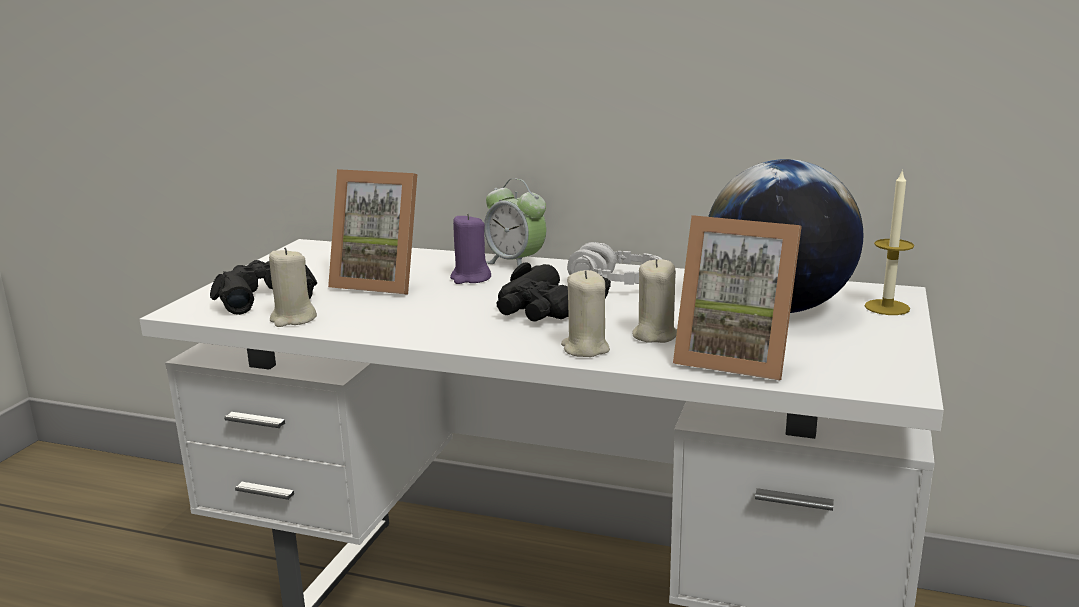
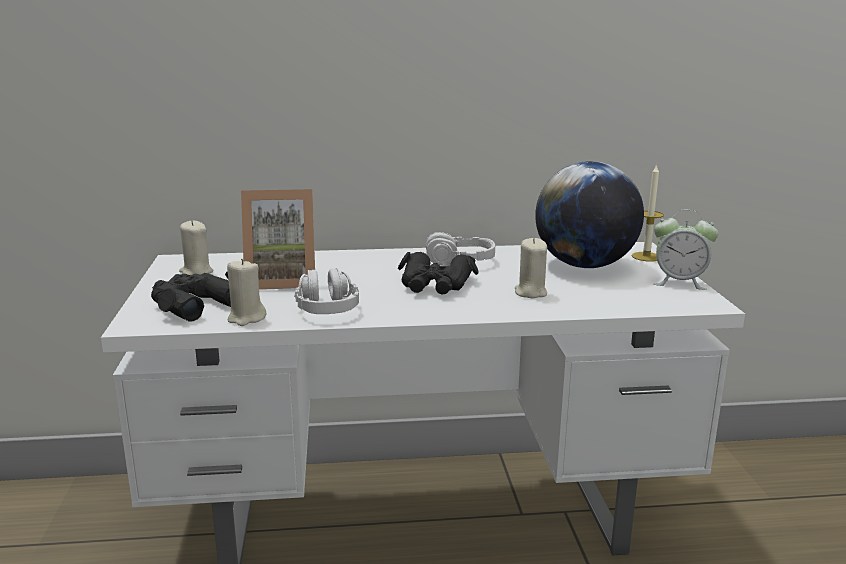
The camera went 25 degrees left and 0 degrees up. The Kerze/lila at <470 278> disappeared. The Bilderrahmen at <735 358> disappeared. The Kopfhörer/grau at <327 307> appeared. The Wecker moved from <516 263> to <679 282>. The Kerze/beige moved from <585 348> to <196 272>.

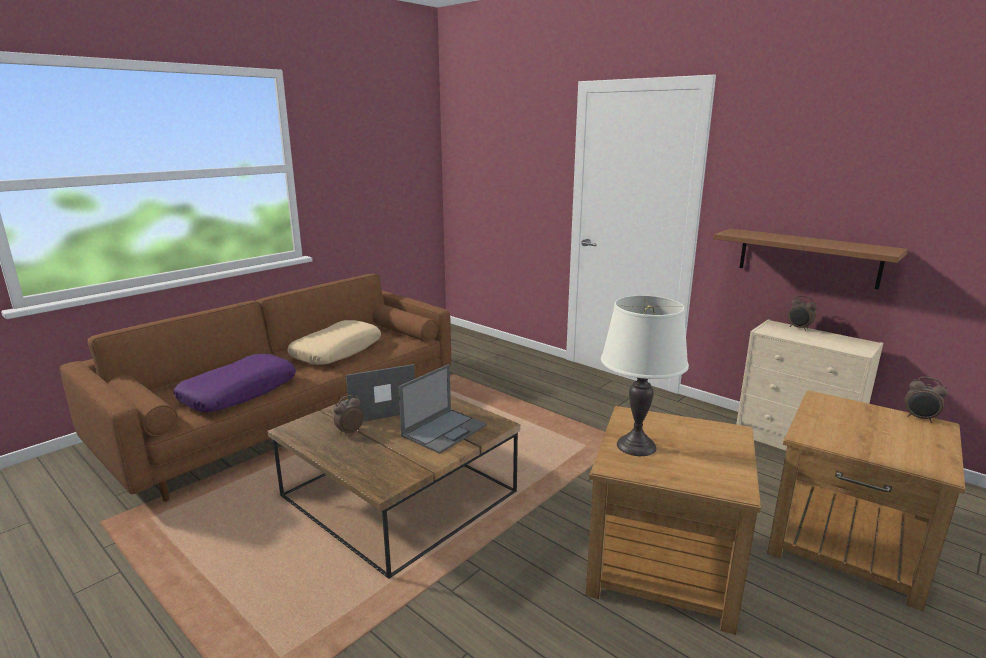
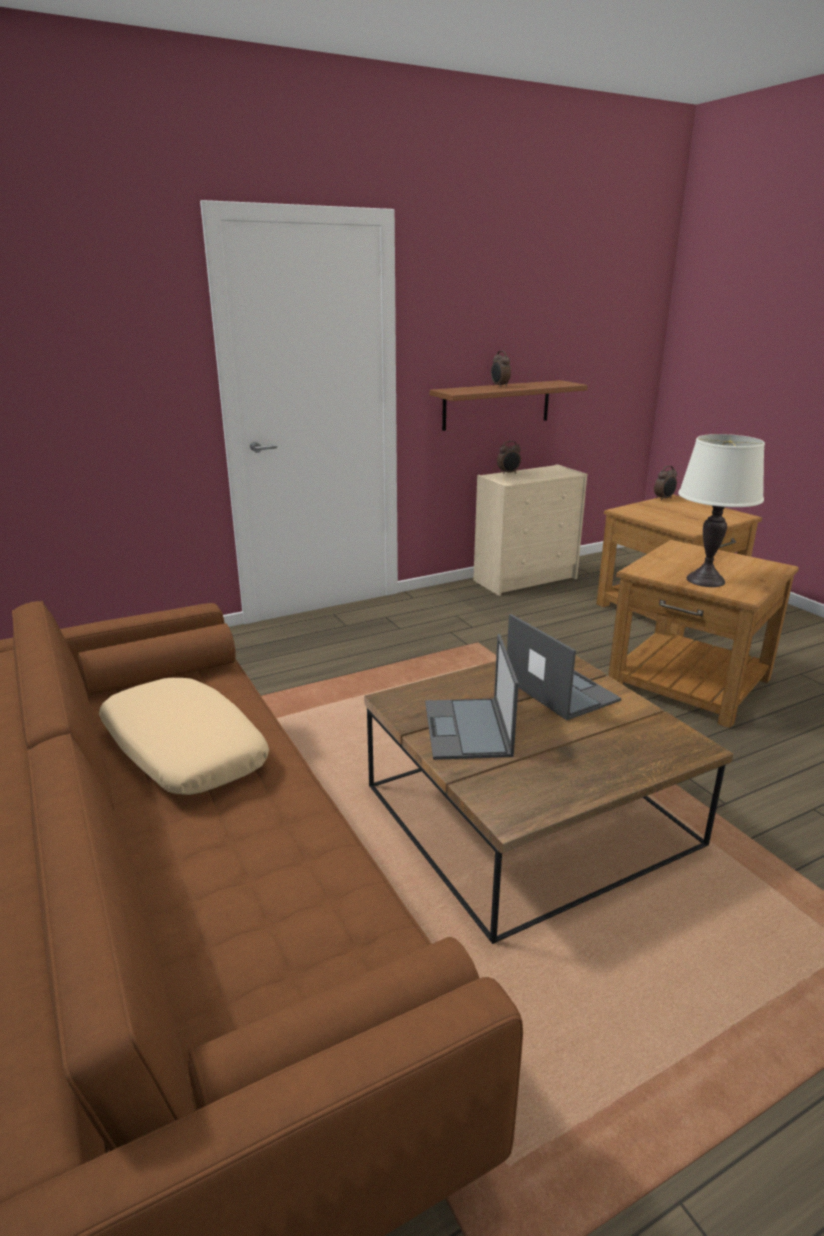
The camera went 70 degrees left and 5 degrees up. The Kissen/lila at <239 392> disappeared. The Wecker moved from <349 432> to <499 386>.

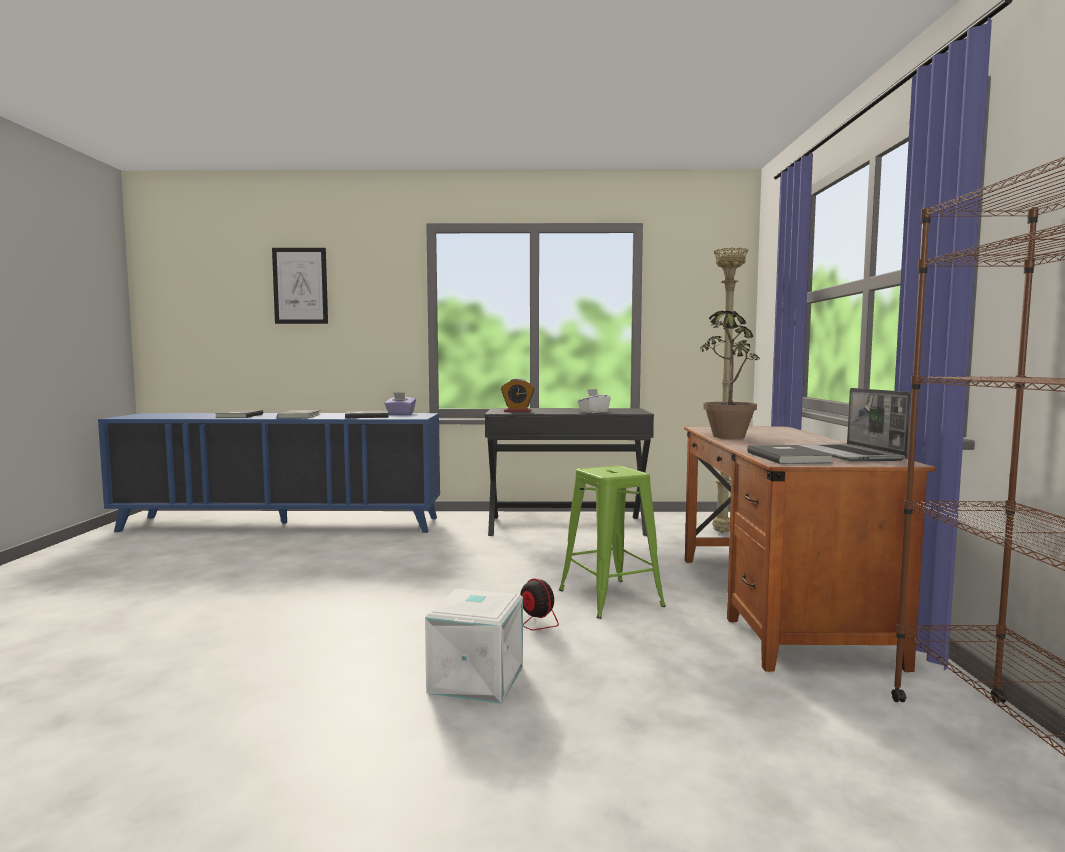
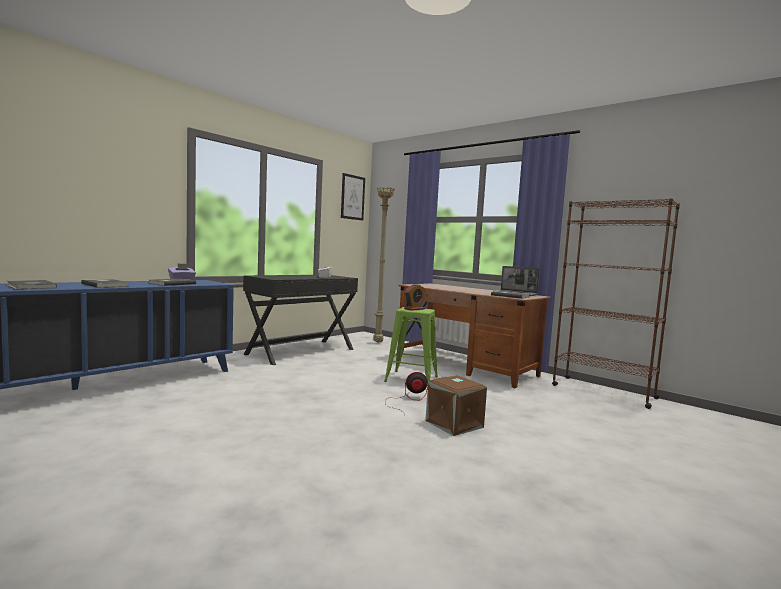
The camera went 50 degrees left and 0 degrees up. The Topfpflanze at <726 435> disappeared. The Bild moved from <300 286> to <352 197>. The Wecker moved from <517 411> to <414 309>. The Aufbewahrungsbox/weiß at <475 679> became the Aufbewahrungsbox/braun at <453 424>.

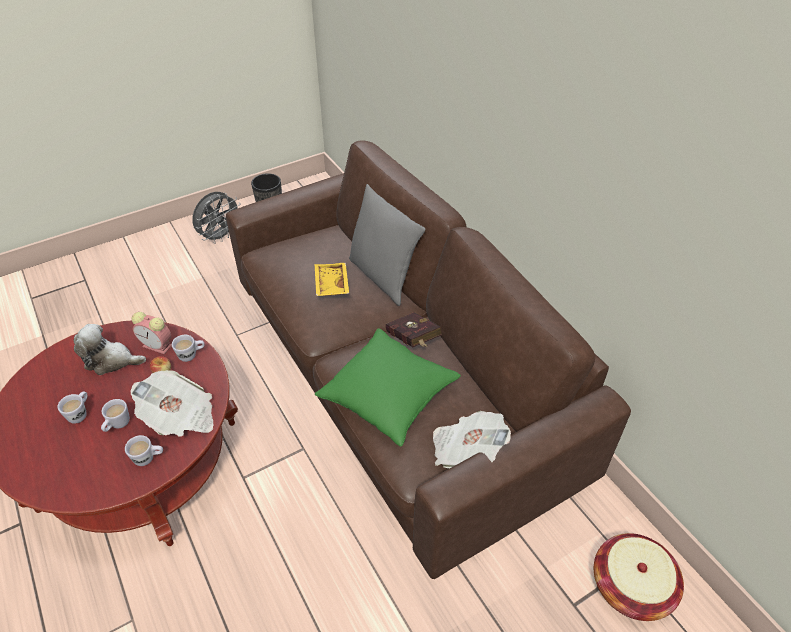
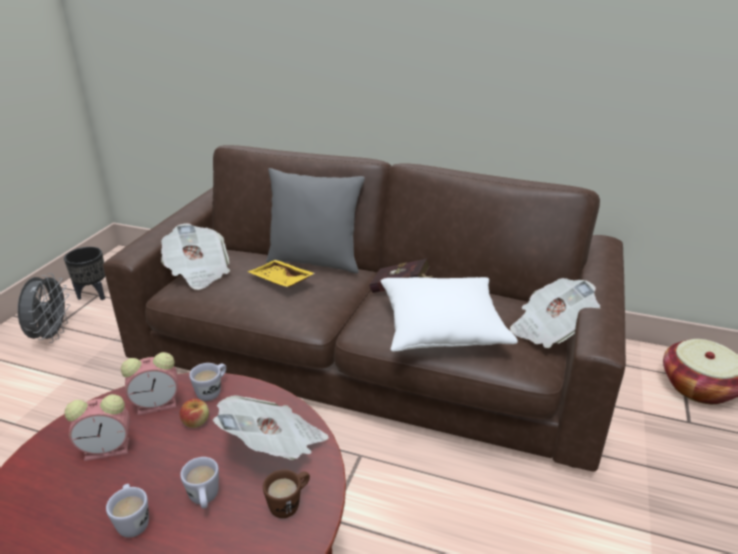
The camera went 40 degrees left and 15 degrees down. The Zeitung at <198 272> appeared. The Plüschtier at <111 360> was replaced by the Wecker at <109 448>. The Henkelbecher/weiß at <149 458> became the Henkelbecher/braun at <290 504>. The Kissen/grün at <388 395> became the Kissen/weiß at <442 327>.

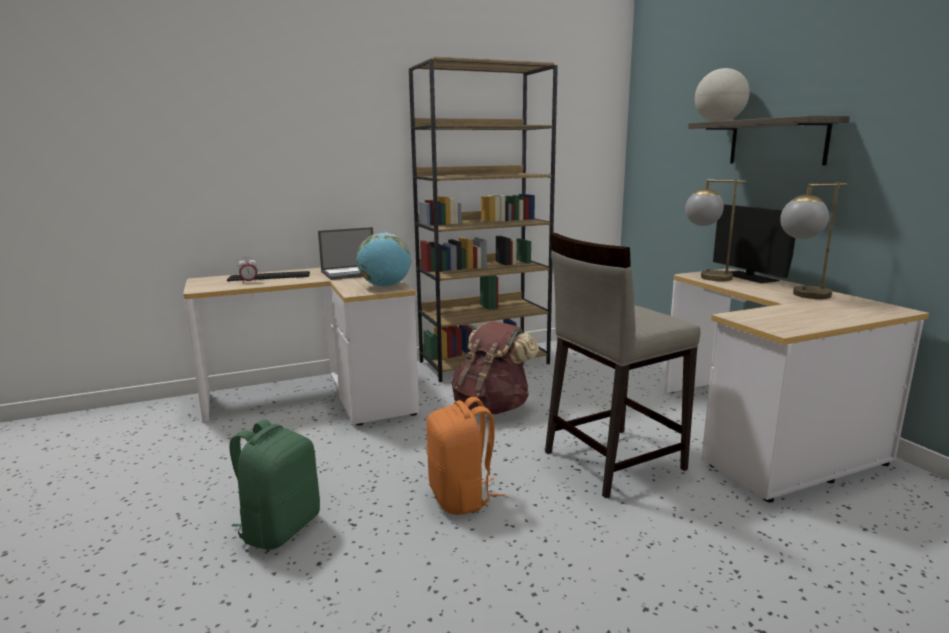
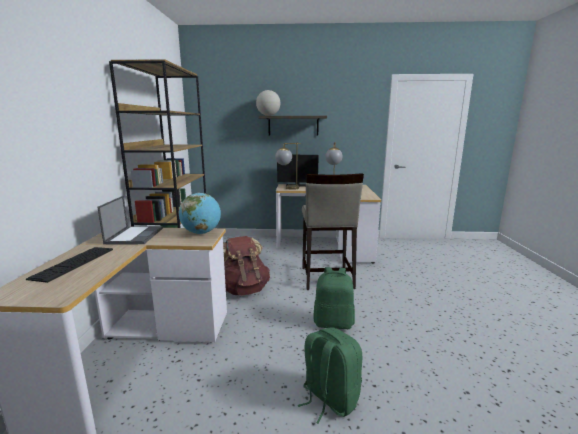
The camera went 65 degrees left and 0 degrees up. The Wecker at <249 282> disappeared. The Rucksack/orange at <461 497> became the Rucksack/grün at <333 323>.

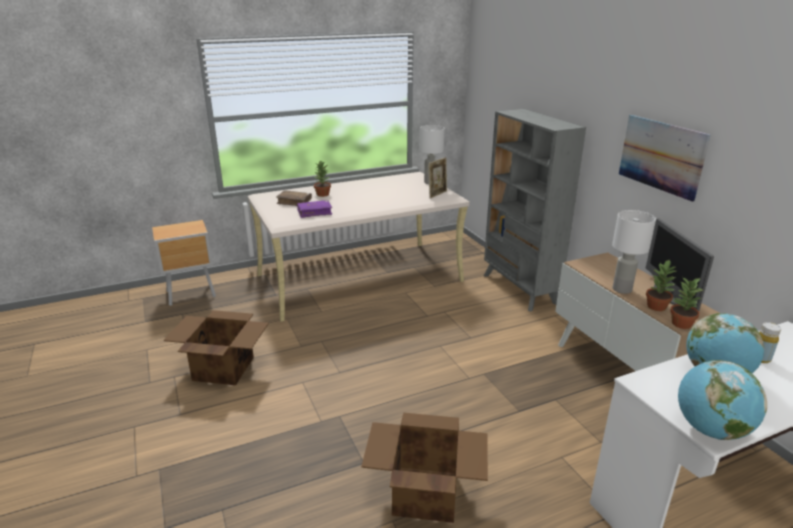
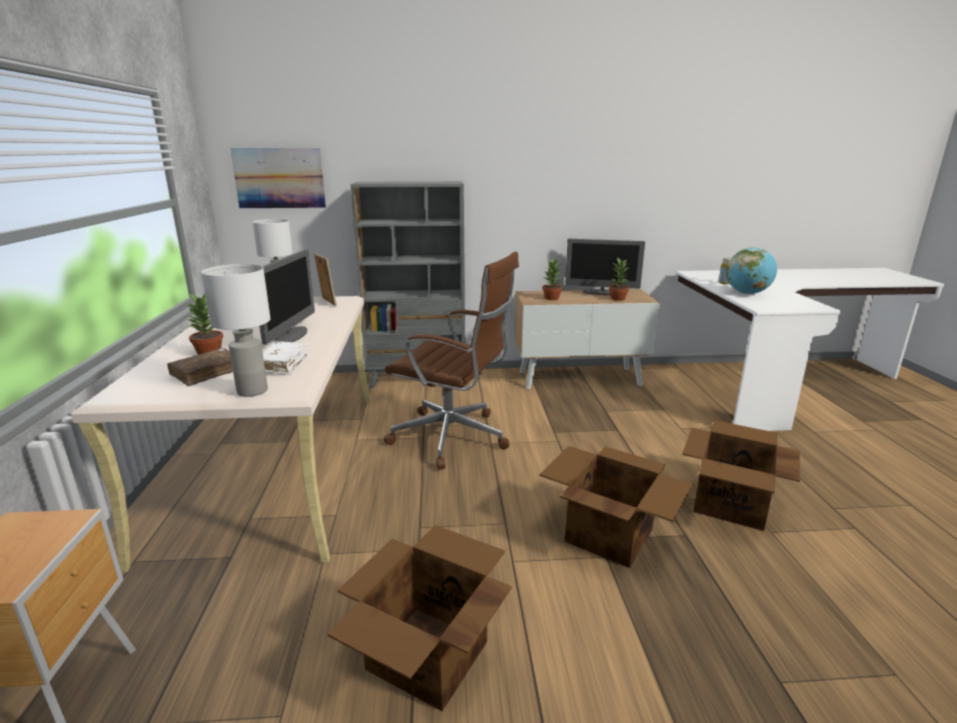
The camera went 70 degrees left and 5 degrees down. The Globus at <710 430> disappeared. The Monitor at <291 336> appeared. The Bürostuhl/braun at <453 438> appeared. The Karton at <608 534> appeared. The Tischlampe/weiß moved from <621 289> to <252 391>. The Bild moved from <661 156> to <279 178>. The Topfpflanze moved from <680 324> to <551 298>. The Buch/lila at <314 212> became the Buch/weiß at <281 364>.

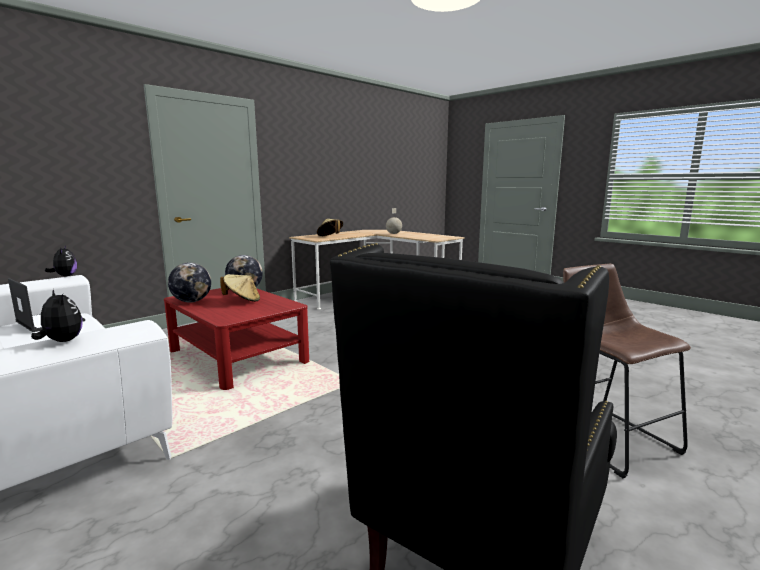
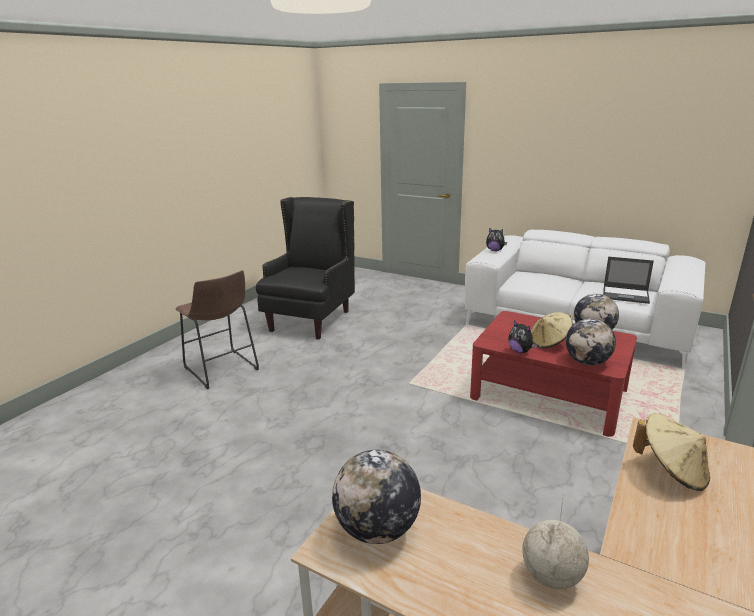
The camera went 165 degrees right and 10 degrees up. The Globus at <377 529> appeared. The Plüschtier moved from <65 276> to <520 351>.

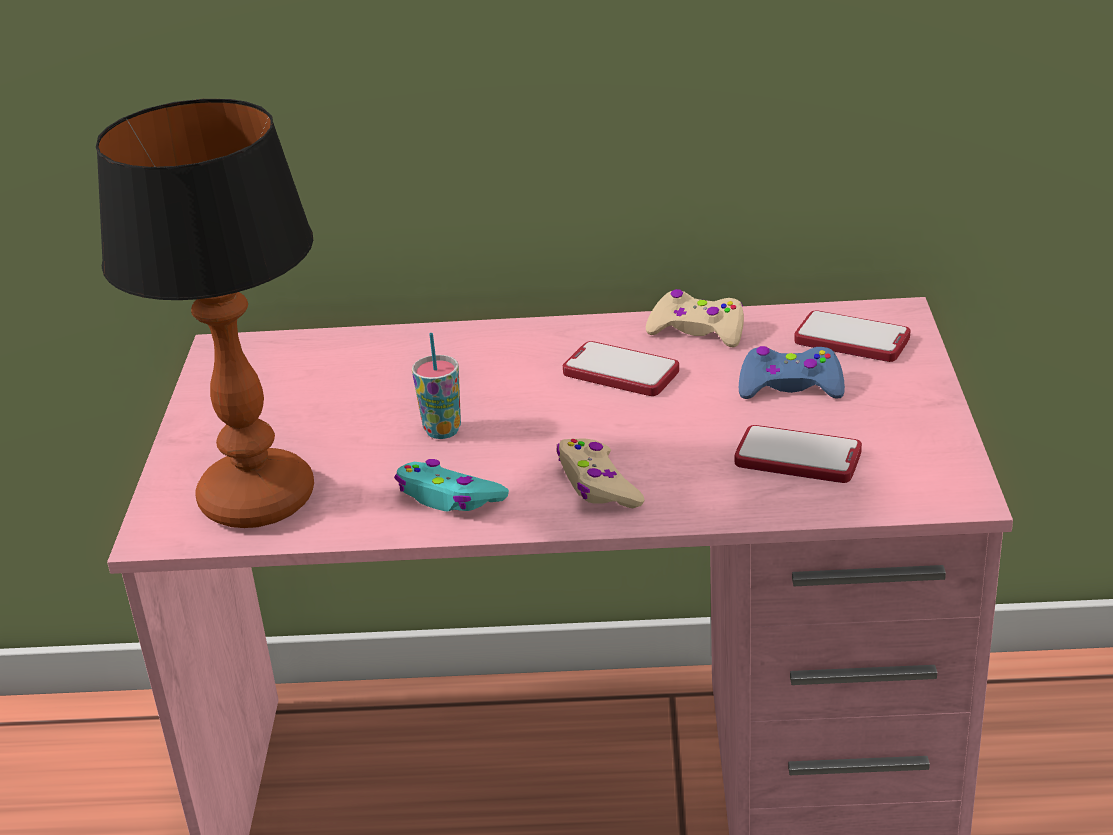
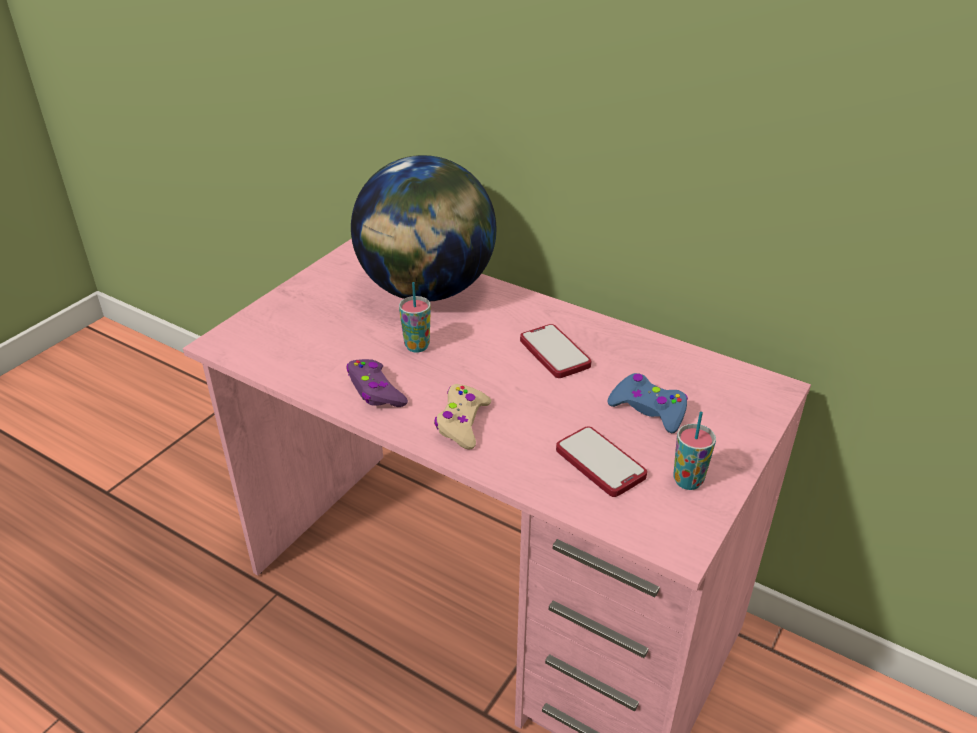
The camera went 30 degrees right and 5 degrees up. The Tischlampe at <259 500> disappeared. The Gamepad/beige at <698 330> disappeared. The Handy at <852 340> disappeared. The Globus at <427 290> appeared. The Tasse at <688 481> appeared. The Gamepad/türkis at <449 498> became the Gamepad/lila at <375 391>.

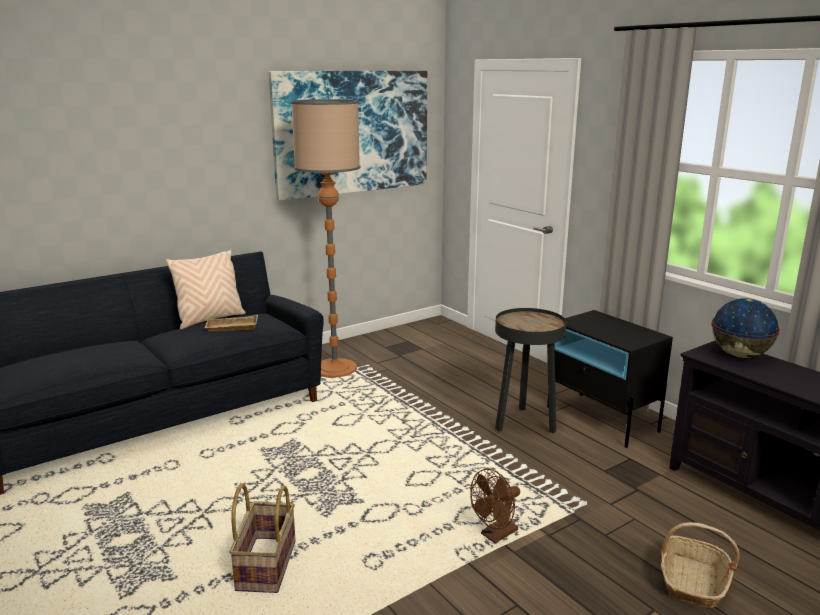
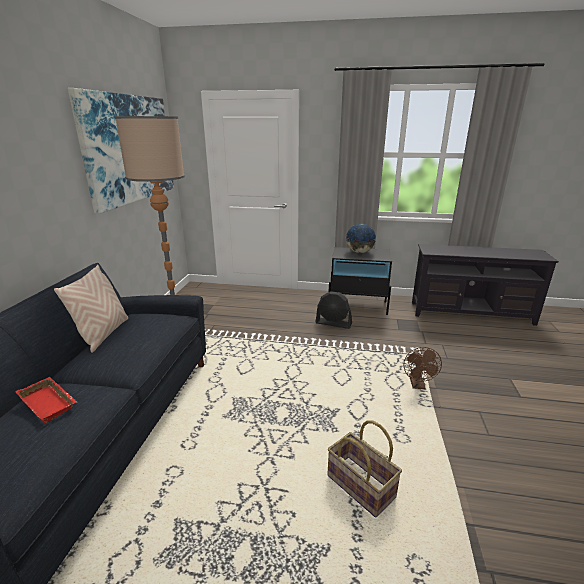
The camera went 45 degrees left and 5 degrees up. The Tablett/beige at <231 328> disappeared. The Korb at <693 581> disappeared. The Tablett/rot at <50 402> appeared. The Globus moved from <739 355> to <359 252>. The Beistelltisch/schwarz at <524 424> was replaced by the Ventilator/schwarz at <333 323>.

